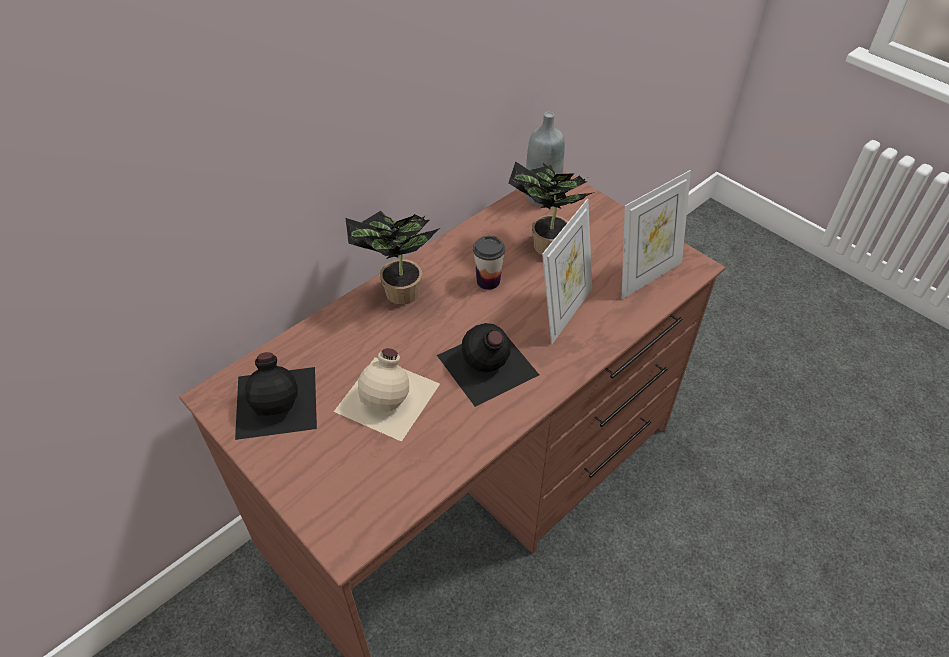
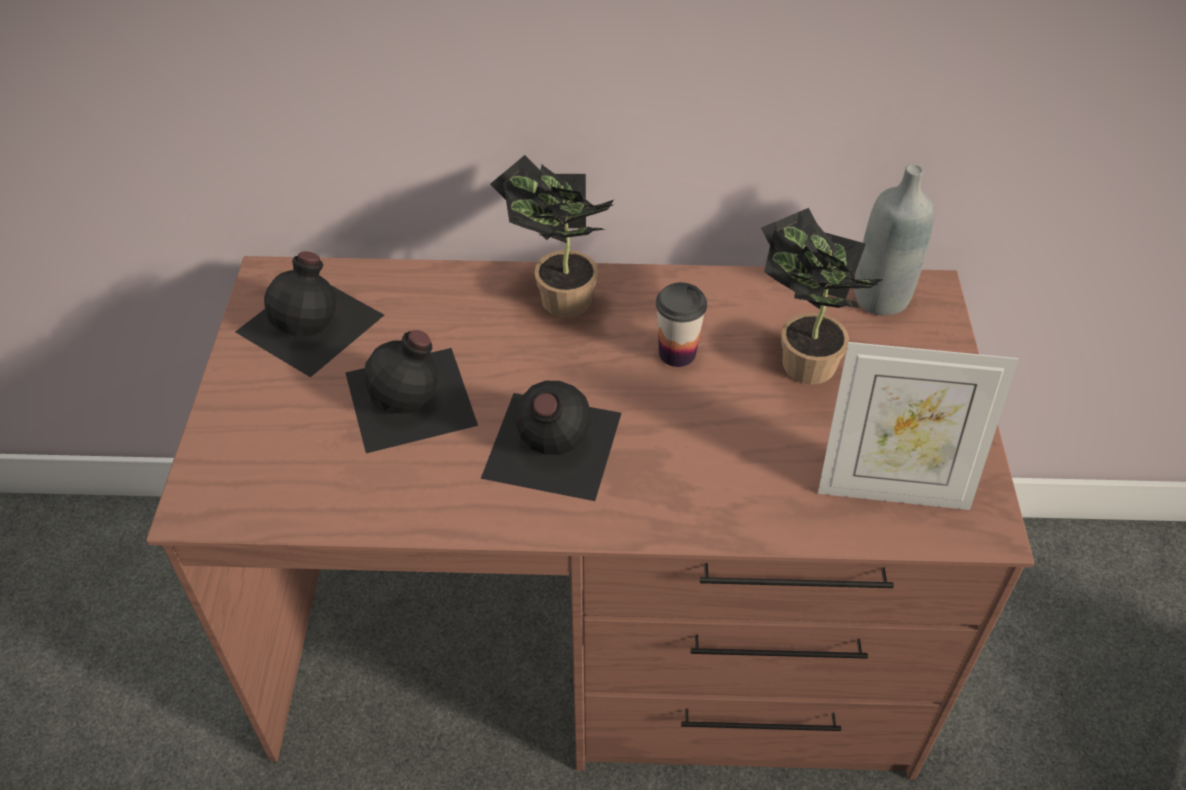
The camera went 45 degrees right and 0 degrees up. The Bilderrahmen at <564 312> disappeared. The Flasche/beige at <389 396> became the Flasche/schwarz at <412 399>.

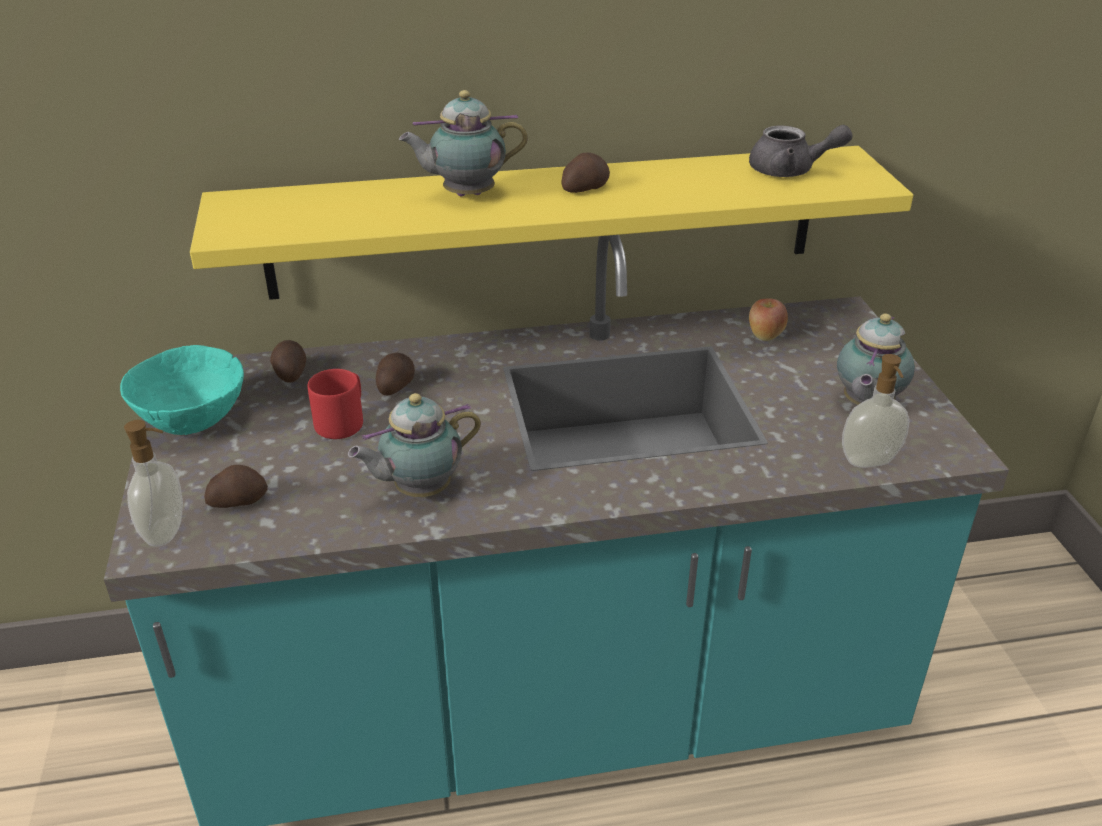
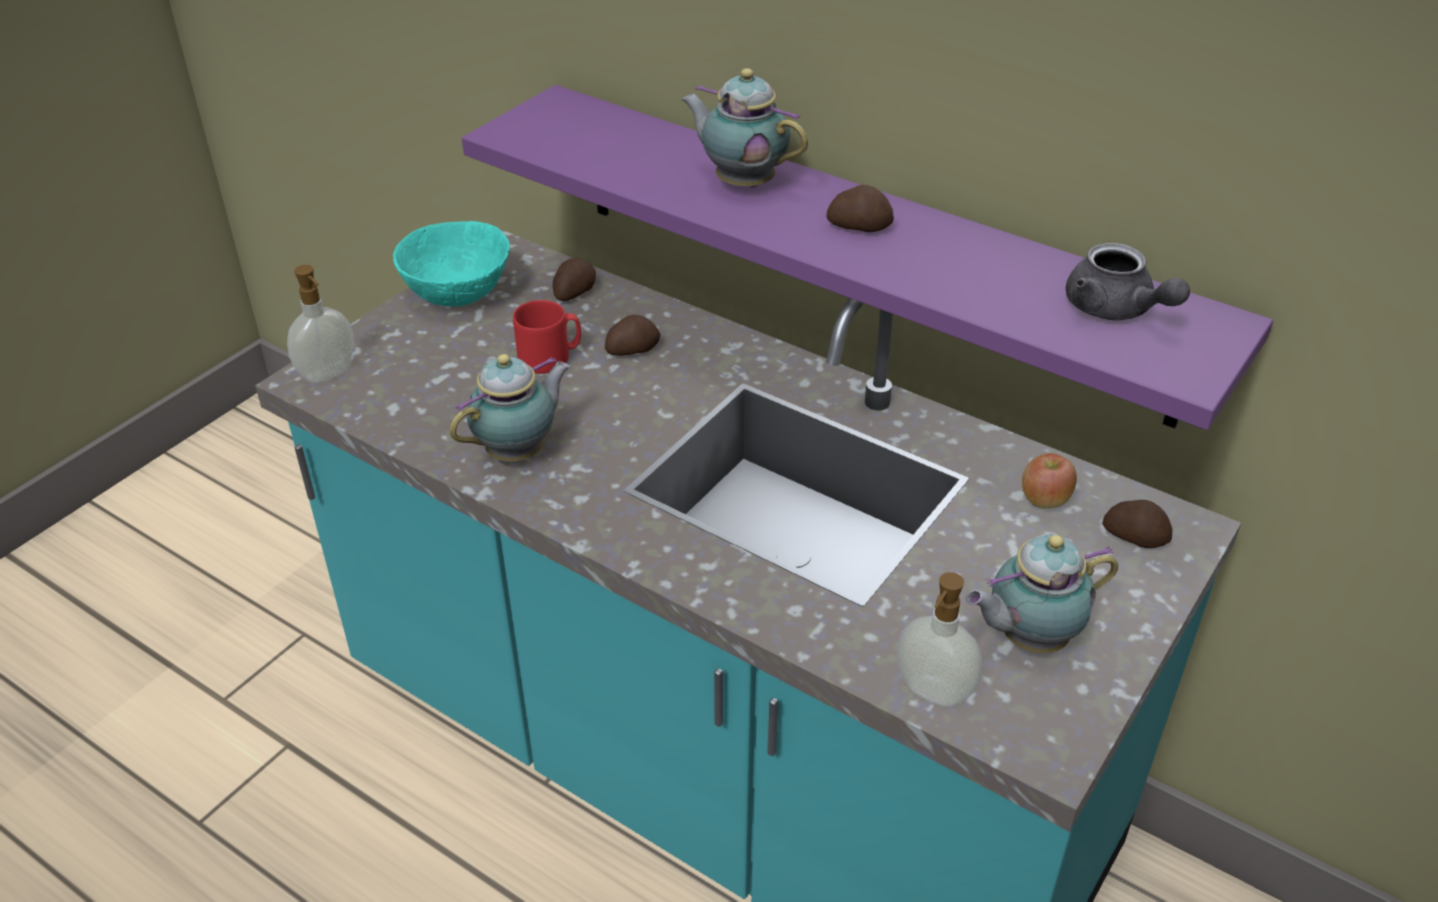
The camera went 45 degrees right and 5 degrees up. The Kartoffel moved from <238 500> to <1134 536>. The Wandregal/gelb at <545 222> became the Wandregal/lila at <862 248>. The Teekanne at <419 490> turned 120 degrees clockwise.

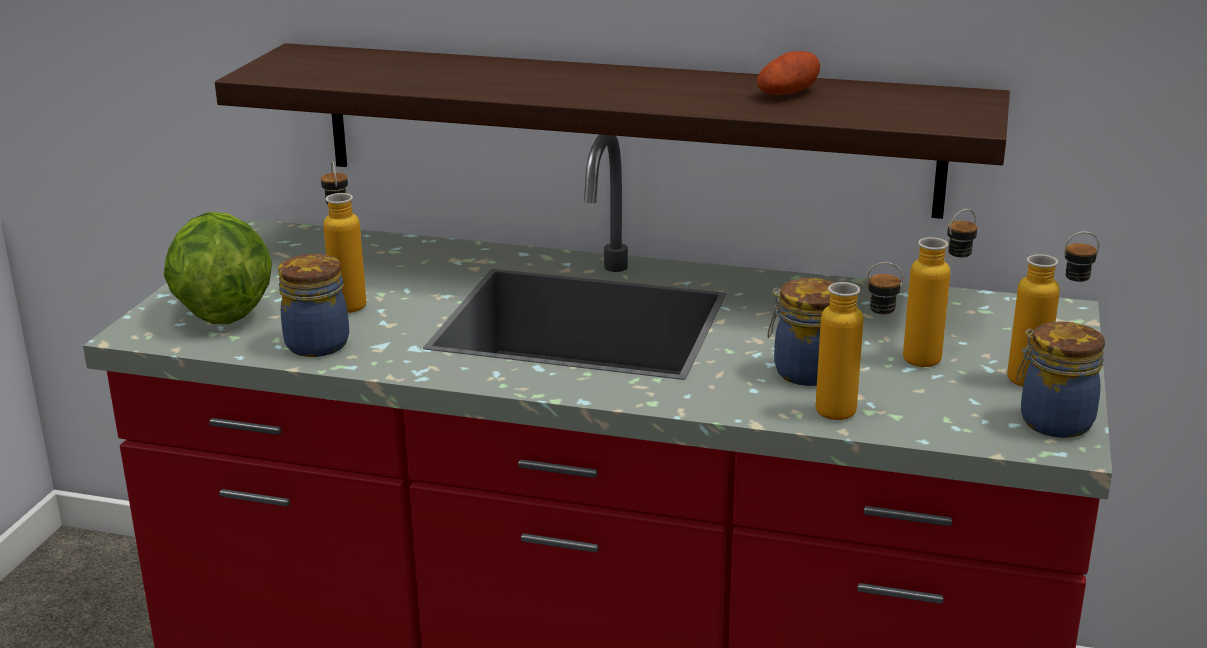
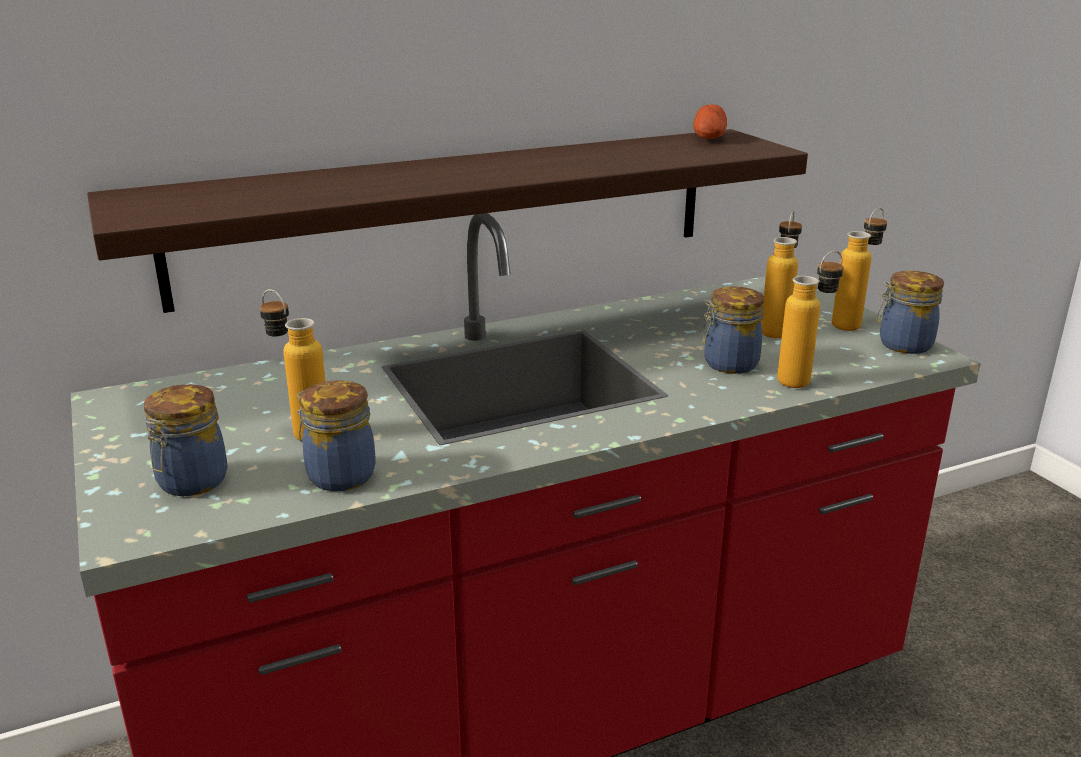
The camera went 40 degrees left and 0 degrees up. The Kartoffel moved from <788 93> to <709 138>. The Salatkopf at <222 312> was replaced by the Vorratsglas at <190 482>.

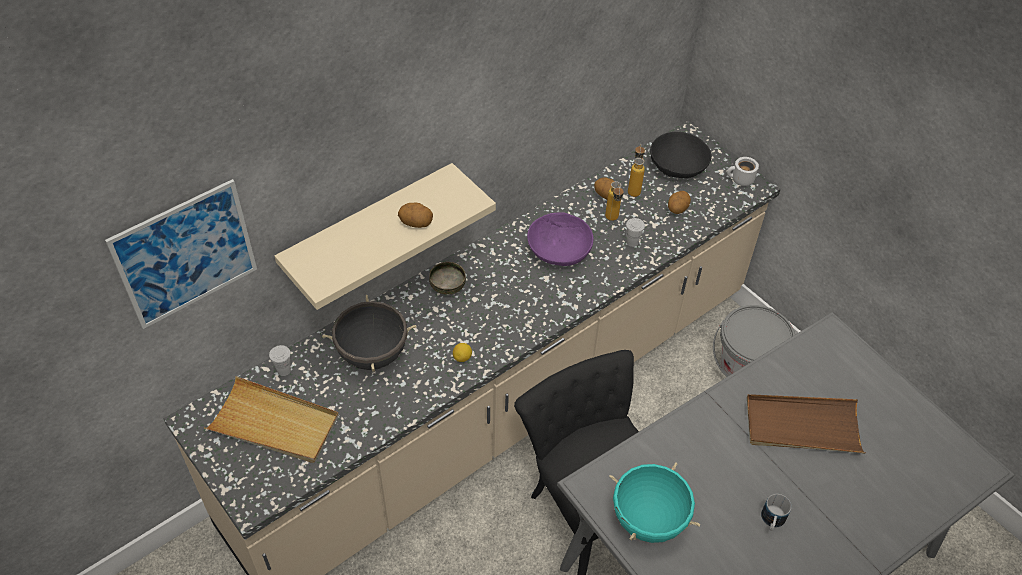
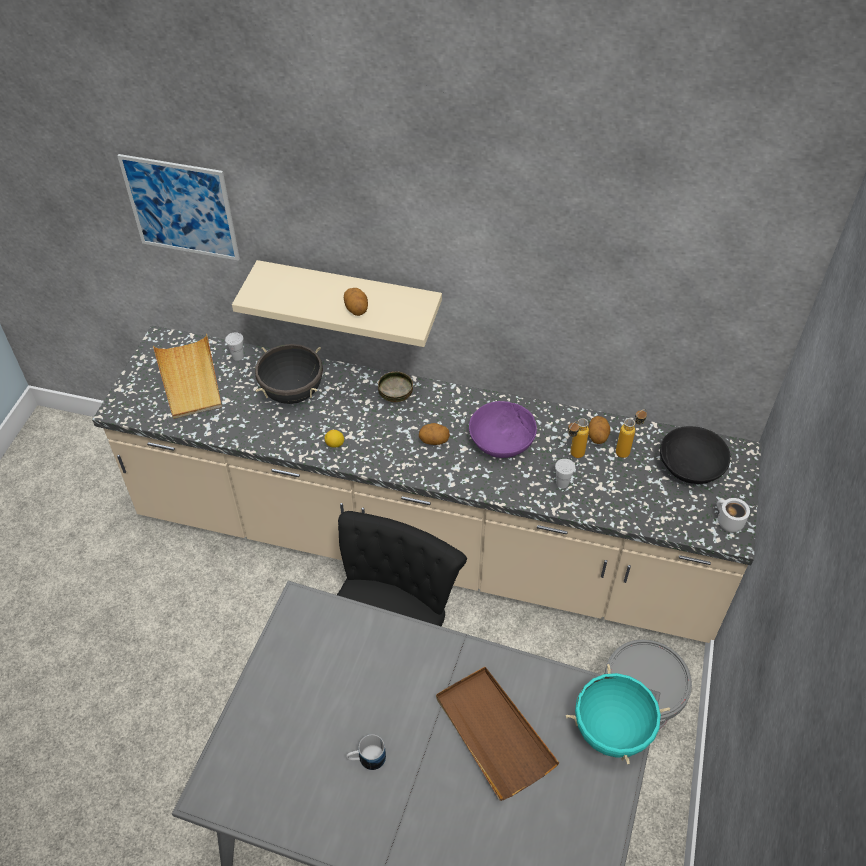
The camera went 55 degrees right and 0 degrees up. The Kochtopf/türkis moved from <648 520> to <611 731>. The Kartoffel moved from <677 209> to <434 441>.

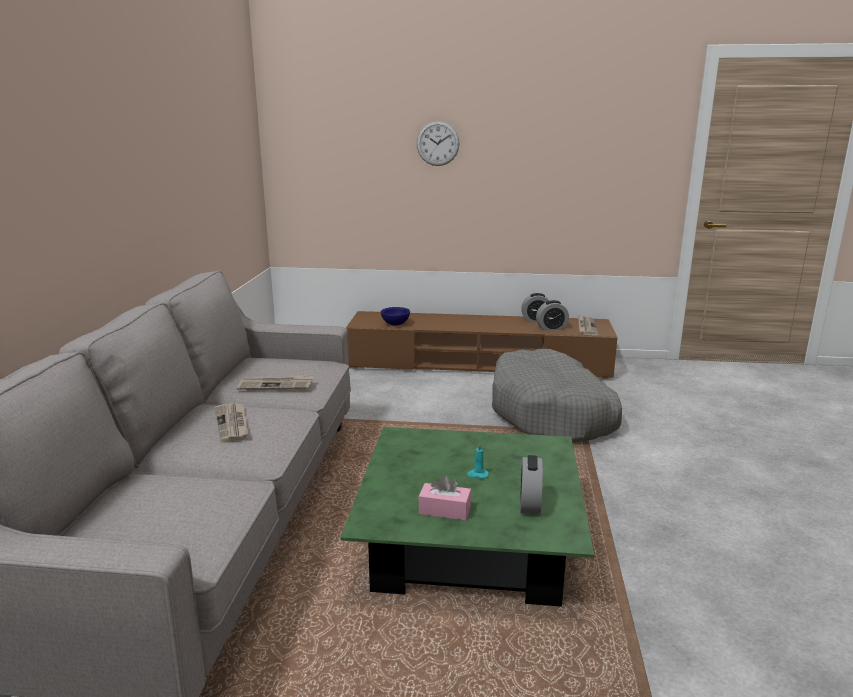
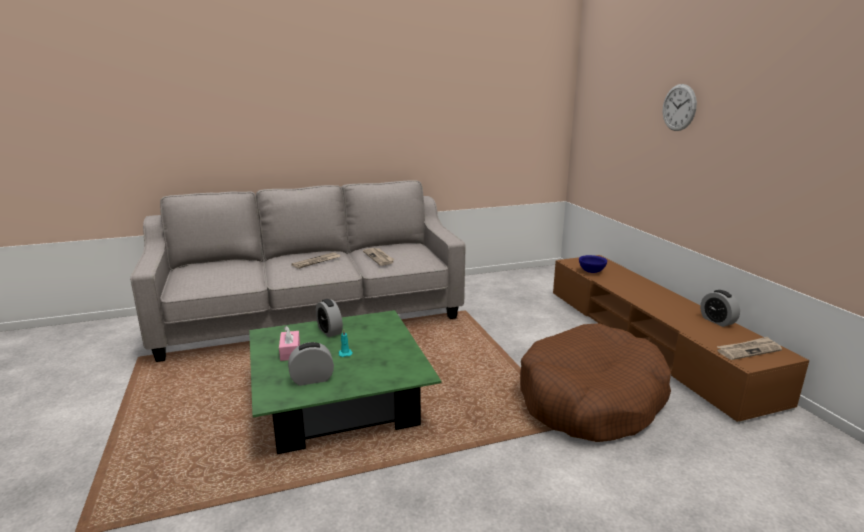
The camera went 65 degrees right and 0 degrees up. The Wecker moved from <551 328> to <329 331>. The Hundebett/grau at <552 413> became the Hundebett/braun at <590 399>.

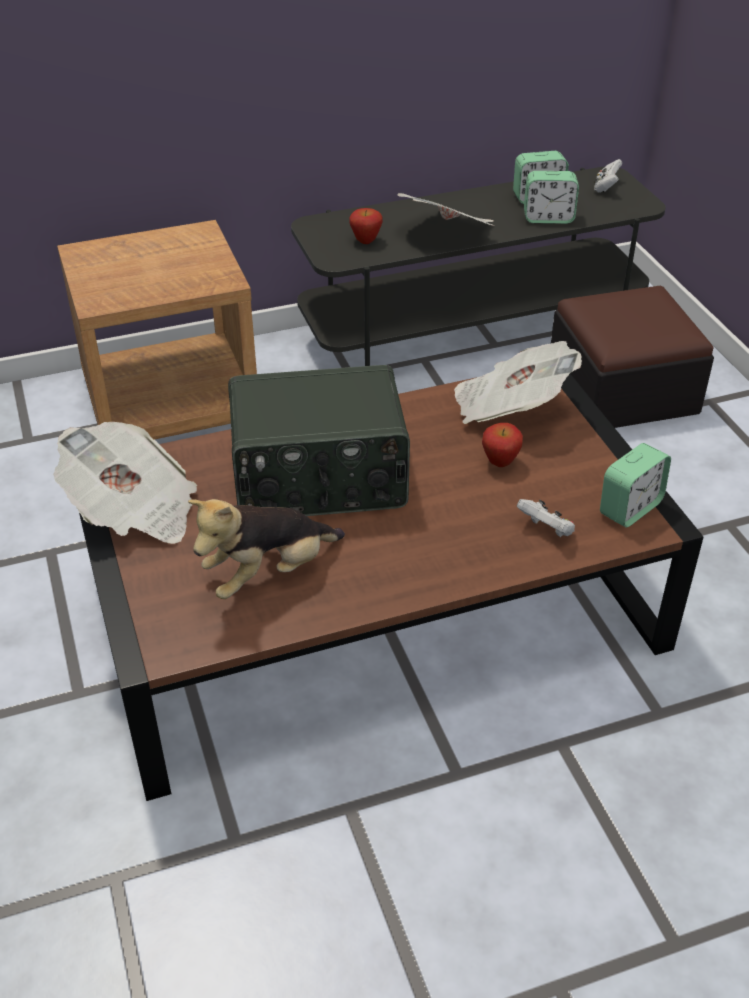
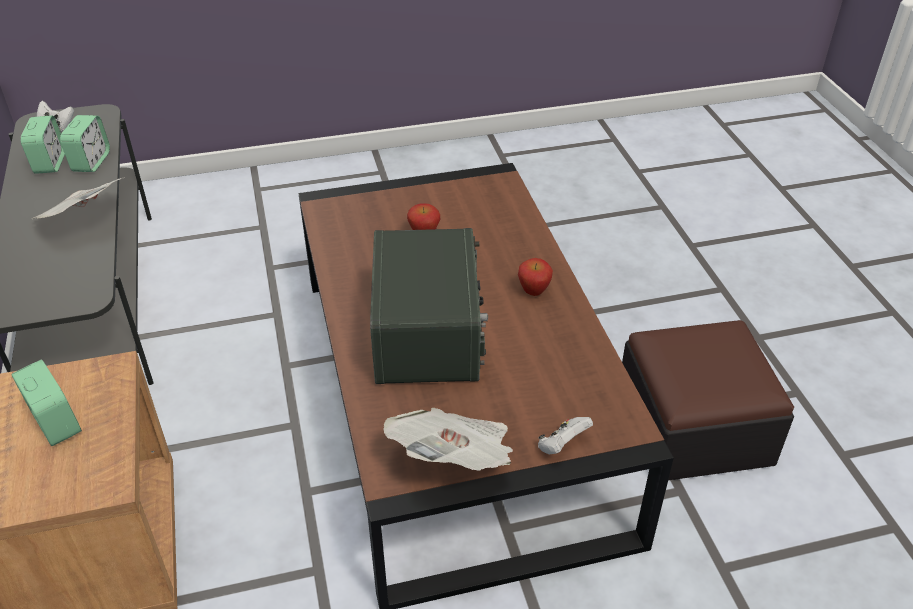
The camera went 85 degrees left and 0 degrees up. The Plüschtier at <268 574> disappeared. The Zeitung at <510 408> disappeared. The Apfel moved from <366 241> to <533 292>. The Gamepad/weiß moved from <546 530> to <562 446>. The Polsterhocker moved from <622 389> to <693 426>. The Wecker moved from <630 508> to <55 423>.

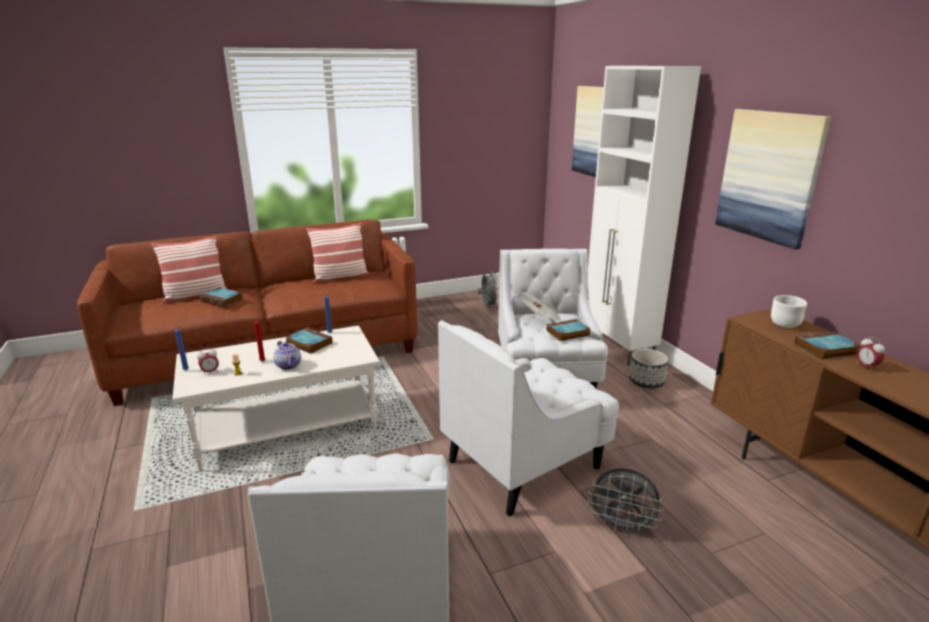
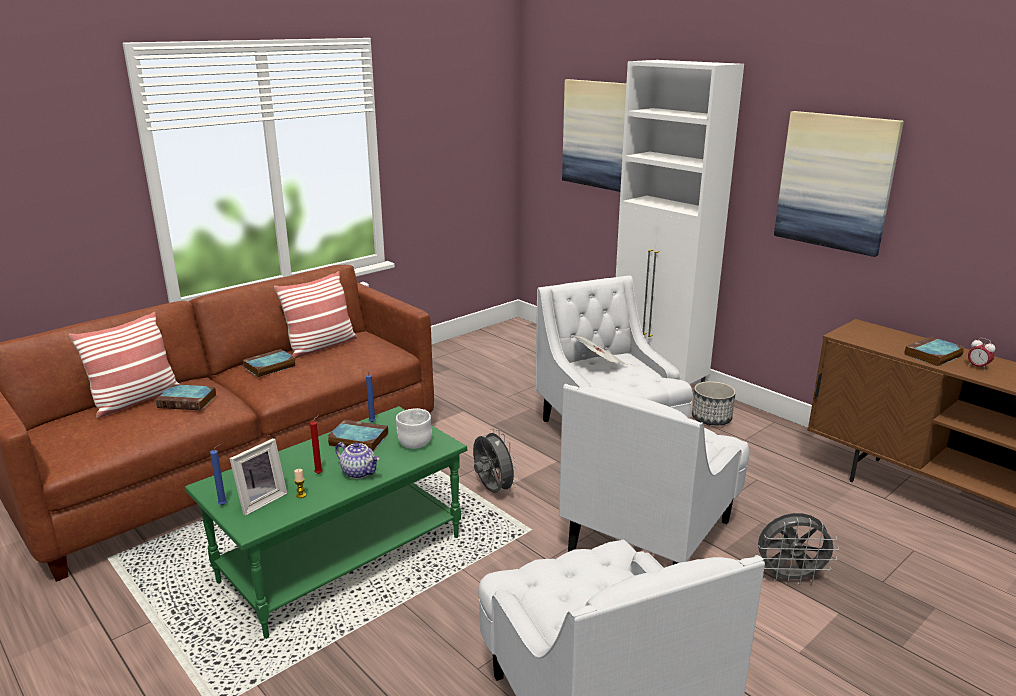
The camera went 20 degrees left and 0 degrees up. The Ventilator/grau moved from <488 307> to <492 490>. The Buch moved from <567 333> to <269 367>. The Schüssel/weiß moved from <784 325> to <414 444>. The Wecker at <210 372> was replaced by the Bilderrahmen at <260 501>. The Couchtisch/weiß at <288 429> became the Couchtisch/grün at <342 557>.

